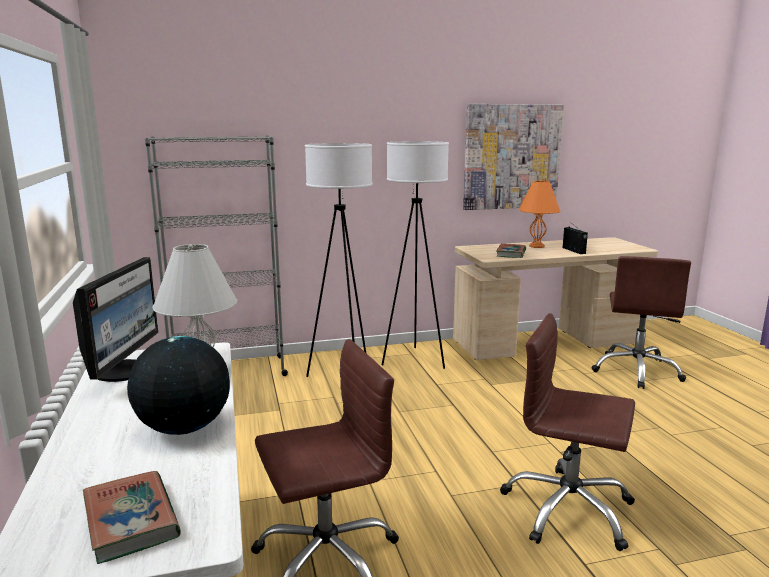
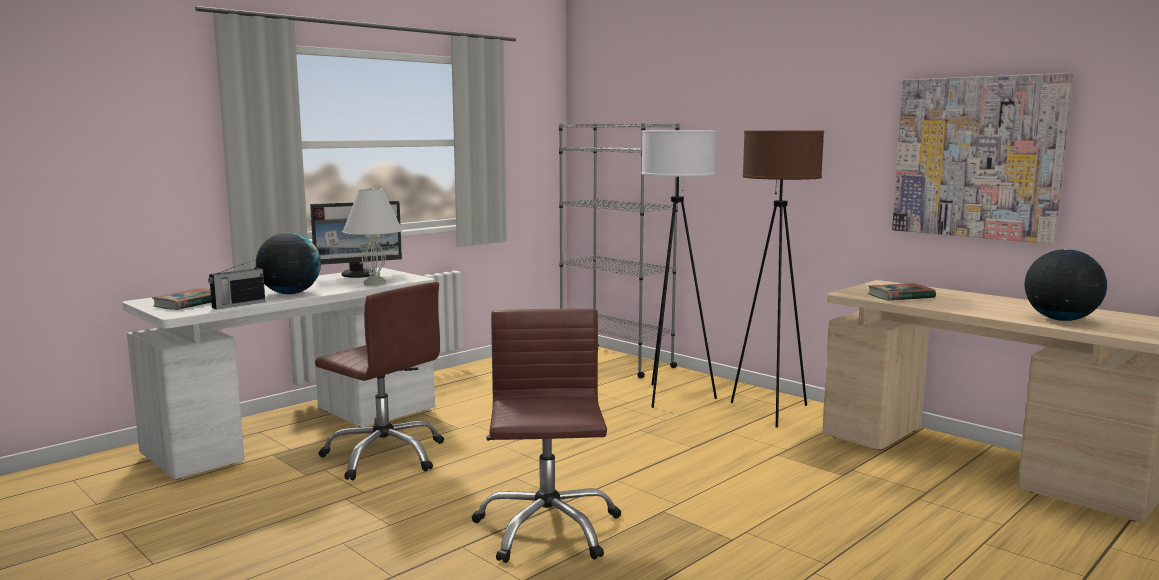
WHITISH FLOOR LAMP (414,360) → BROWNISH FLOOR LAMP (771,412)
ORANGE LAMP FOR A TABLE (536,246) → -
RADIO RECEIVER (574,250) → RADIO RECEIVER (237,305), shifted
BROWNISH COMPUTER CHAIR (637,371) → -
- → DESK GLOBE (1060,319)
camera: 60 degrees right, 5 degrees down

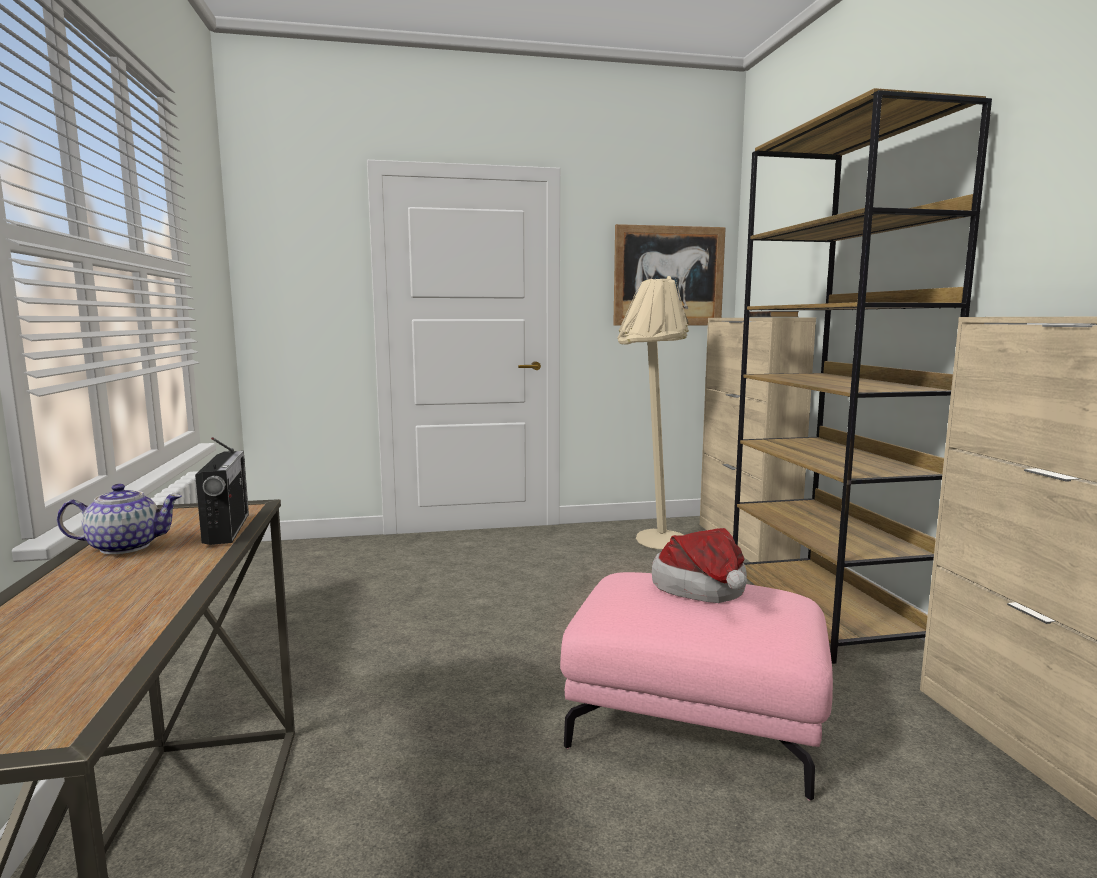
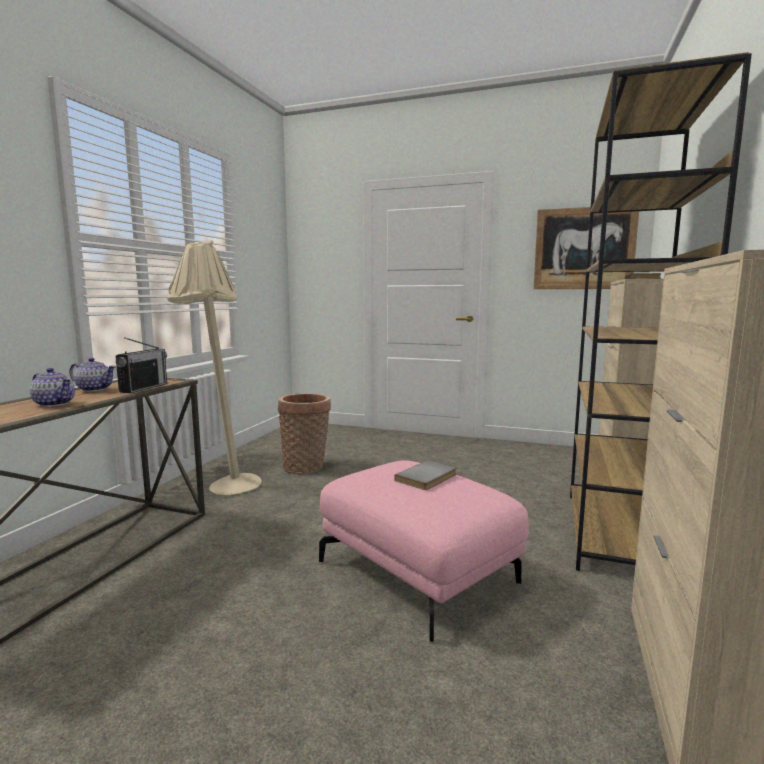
BEIGE-COLOURED FLOOR LAMP (651,543) → BEIGE-COLOURED FLOOR LAMP (223,485), shifted
WEARABLE HAT (703,590) → GREYISH BOUND BOOK (428,478)
- → POT FOR TEA (54,403)
- → STORAGE BASKET (306,467)
camera: 30 degrees right, 0 degrees up

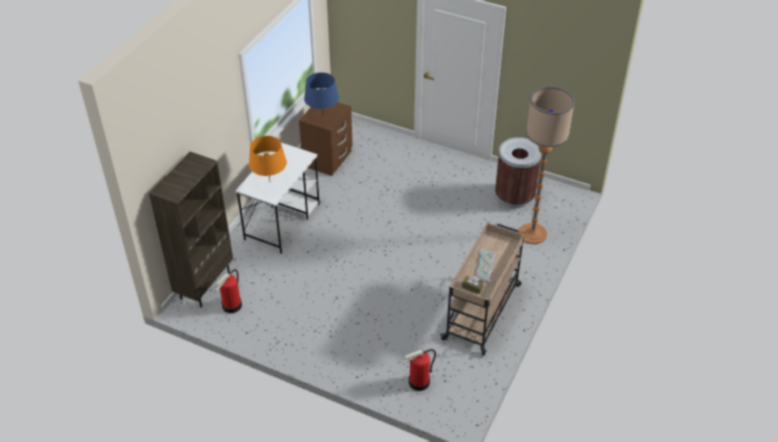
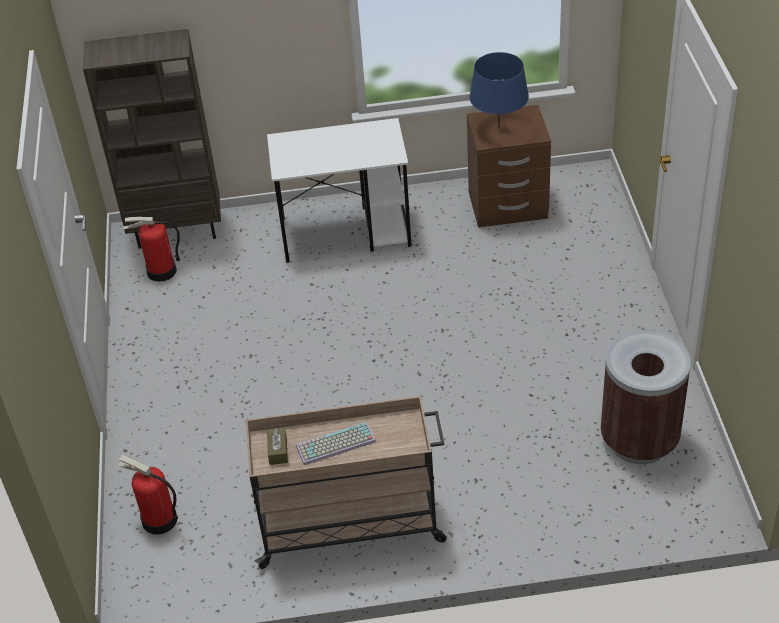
ORANGE LAMP FOR A TABLE (270,181) → -
FLOOR LAMP (532,234) → -
camera: 60 degrees right, 0 degrees up

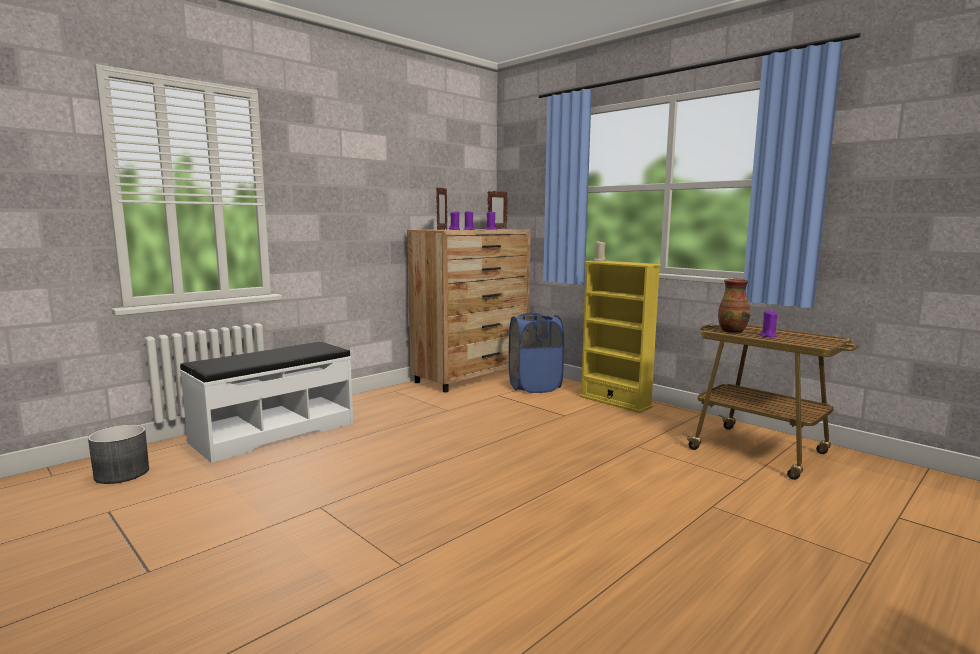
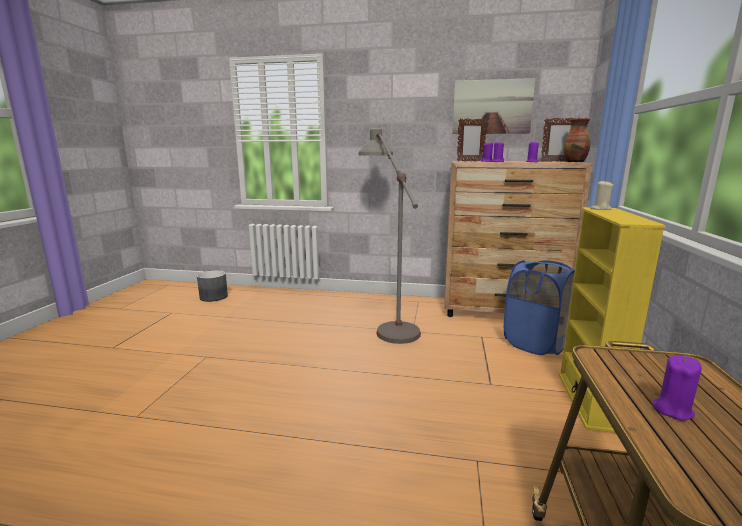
WHITISH INDOOR BENCH (273,432) → -
FLOWER VASE (732,331) → FLOWER VASE (575,162), shifted
- → GREYISH FLOOR LAMP (388,321)
- → WALL PICTURE (492,107)
camera: 55 degrees right, 5 degrees up

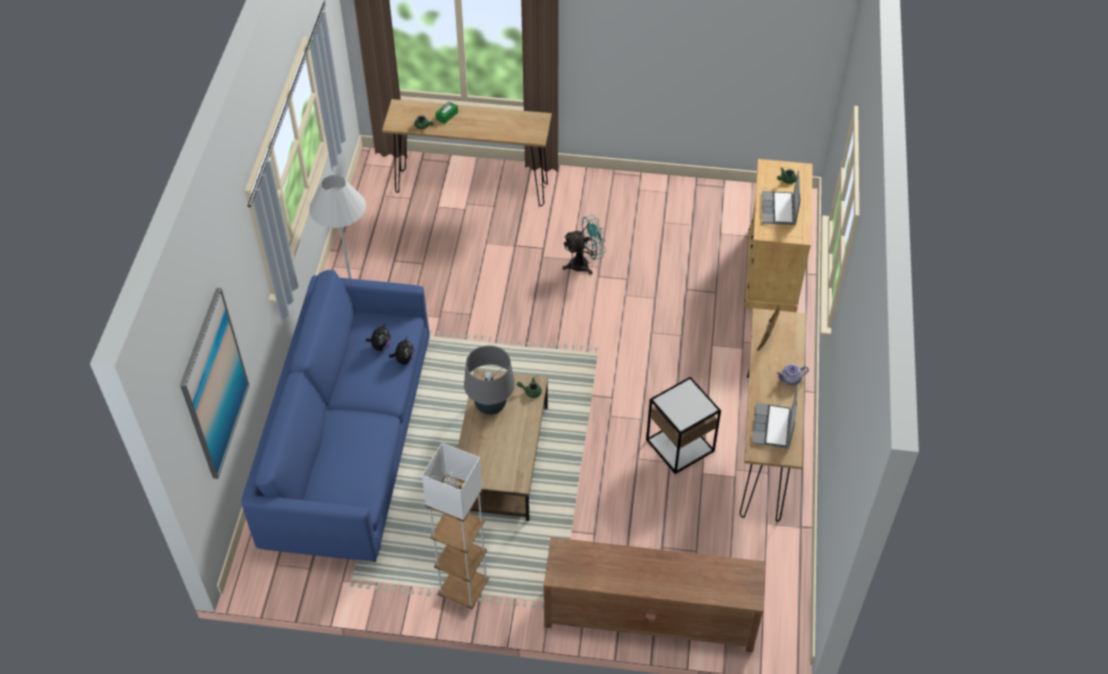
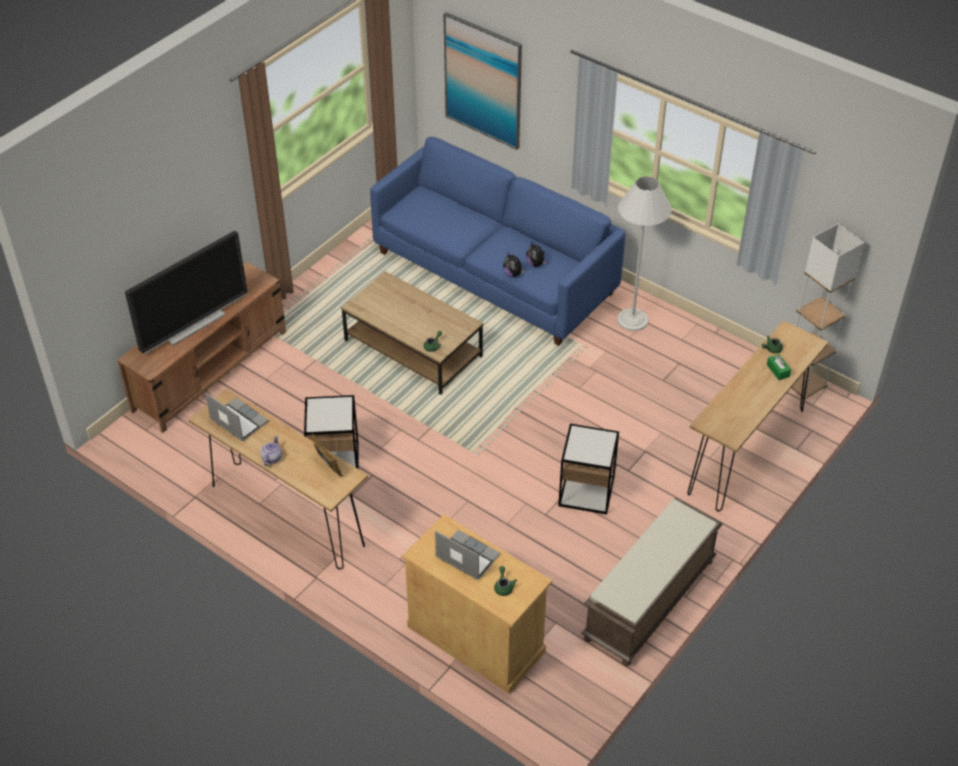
WHITISH FLOOR LAMP (463,589) → WHITISH FLOOR LAMP (803,386), shifted
GREYISH LAMP FOR A TABLE (490,406) → -
TURQUOISE COOLING FAN (584,264) → ACCENT TABLE (586,491)
- → TV (193,325)
- → BROWNISH INDOOR BENCH (650,601)
camera: 120 degrees right, 5 degrees down

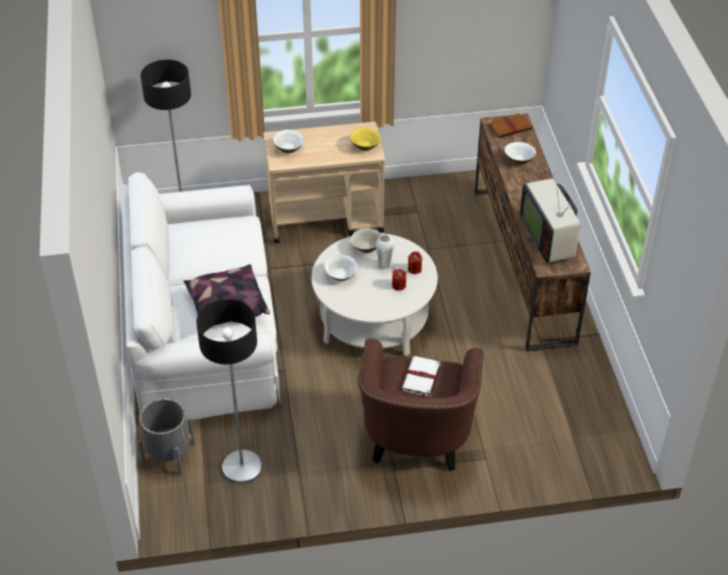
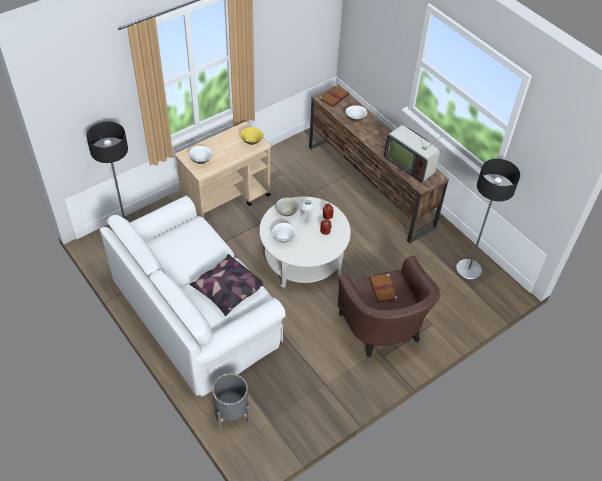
FLOOR LAMP (242,467) → FLOOR LAMP (468,270), shifted
WHITISH BOUND BOOK (421,378) → BROWNISH BOUND BOOK (383,289)
camera: 30 degrees left, 5 degrees up

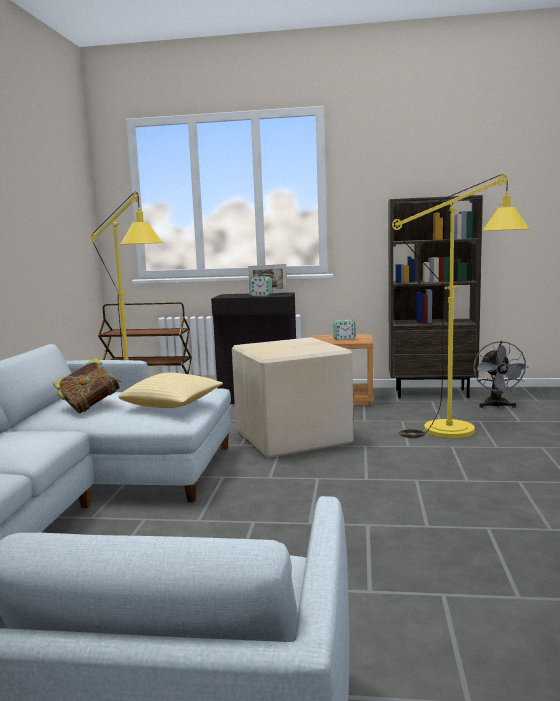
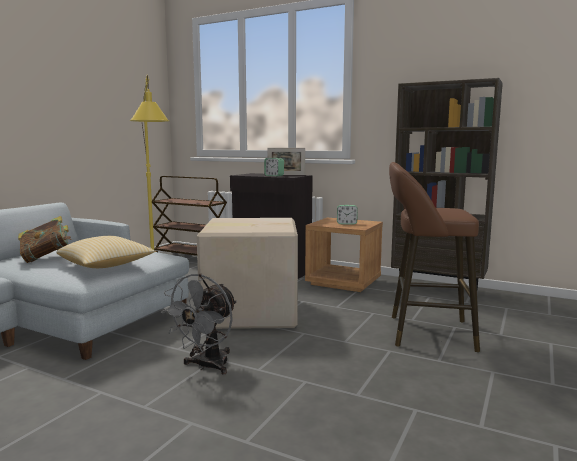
YELLOW-COLOURED FLOOR LAMP (462,429) → BROWNISH STOOL SEAT (425,332)
GREYISH COOLING FAN (497,406) → GREYISH COOLING FAN (206,366), shifted
camera: 20 degrees right, 0 degrees up

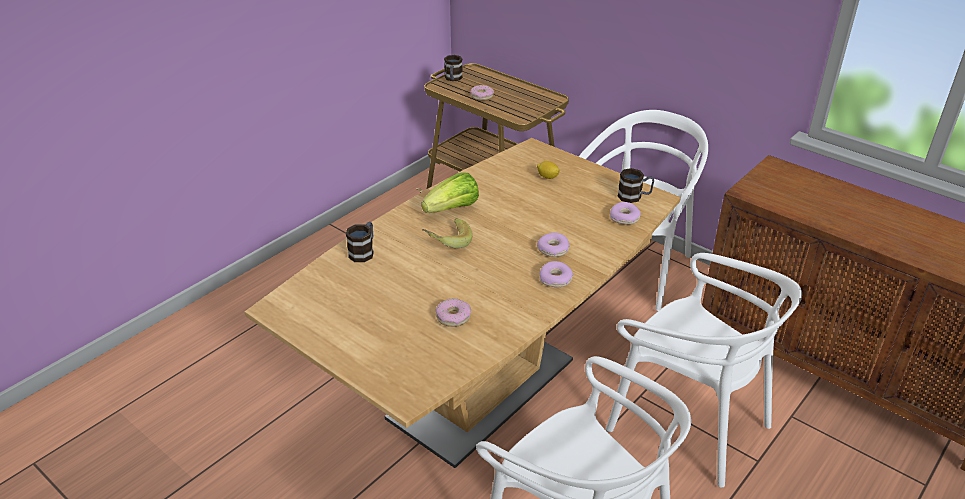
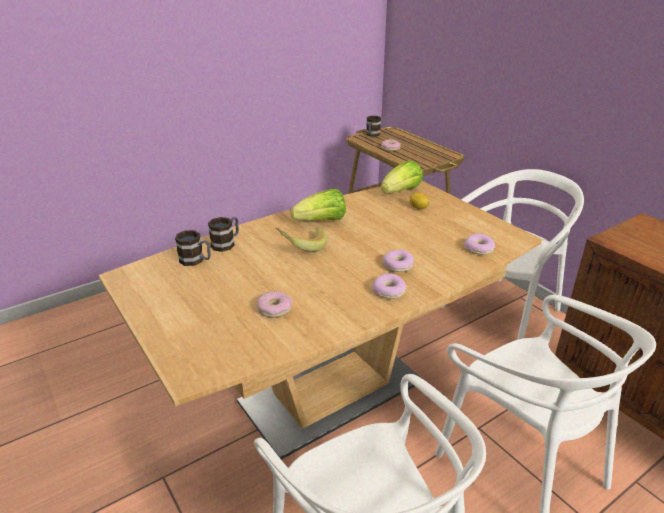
MUG (634,197) → MUG (196,260), shifted
- → LETTUCE (401,191)
camera: 15 degrees right, 5 degrees down

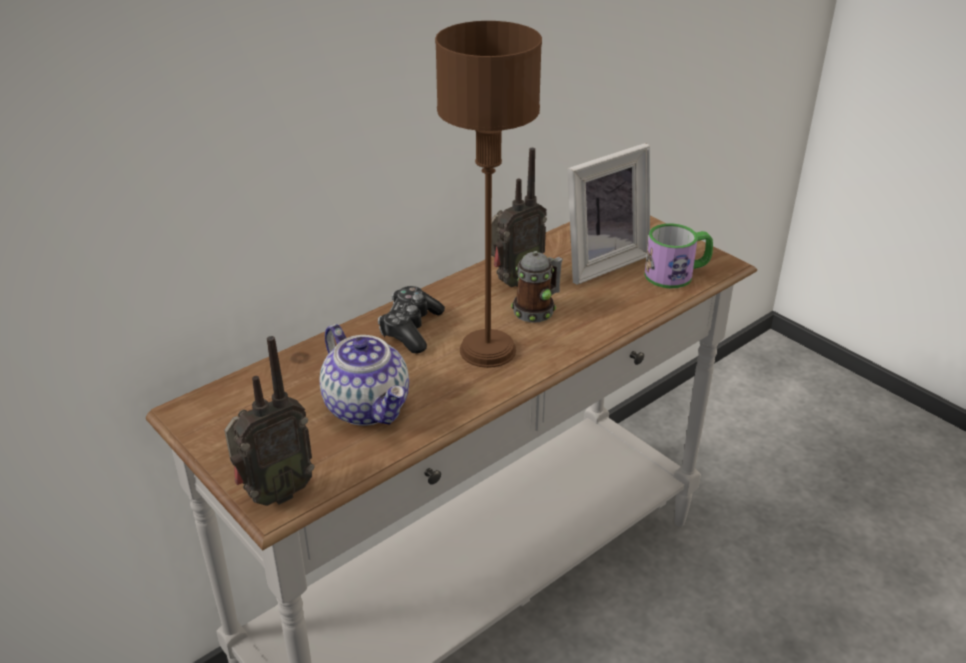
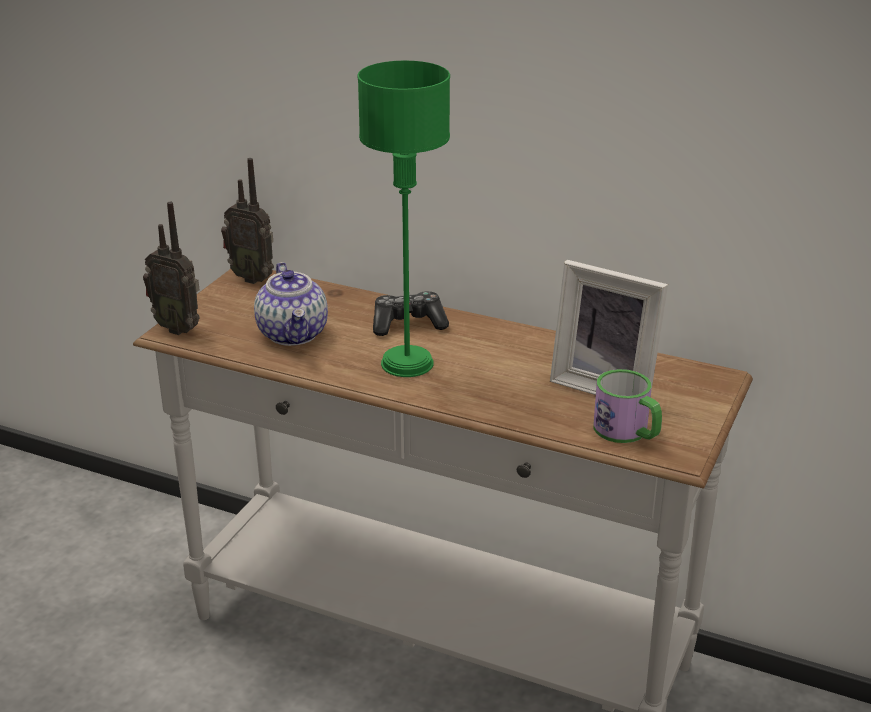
POT FOR TEA (368,407) → POT FOR TEA (294,334), 45 degrees counterclockwise
BROWNISH LAMP FOR A TABLE (488,350) → GREEN LAMP FOR A TABLE (407,364)
RADIO RECEIVER (513,282) → RADIO RECEIVER (253,278), shifted
MUG (537,310) → -
camera: 65 degrees right, 5 degrees down

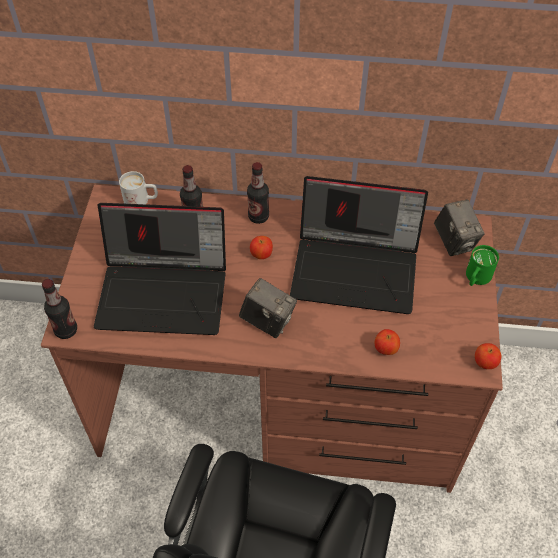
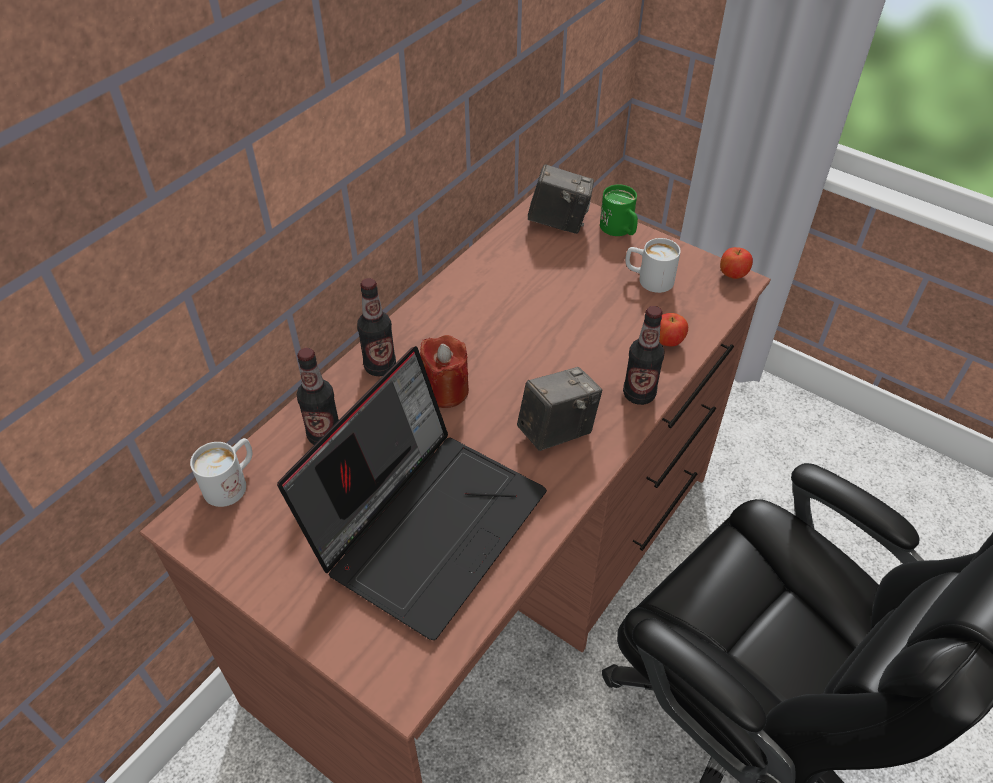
BOTTLE (66,330) → BOTTLE (639,394), shifted
APPLE (261,254) → RED-COLOURED WAX CANDLE (445,390)
PORTABLE COMPUTER (357,268) → -
- → WHITISH MUG (648,279)
camera: 60 degrees left, 5 degrees down

